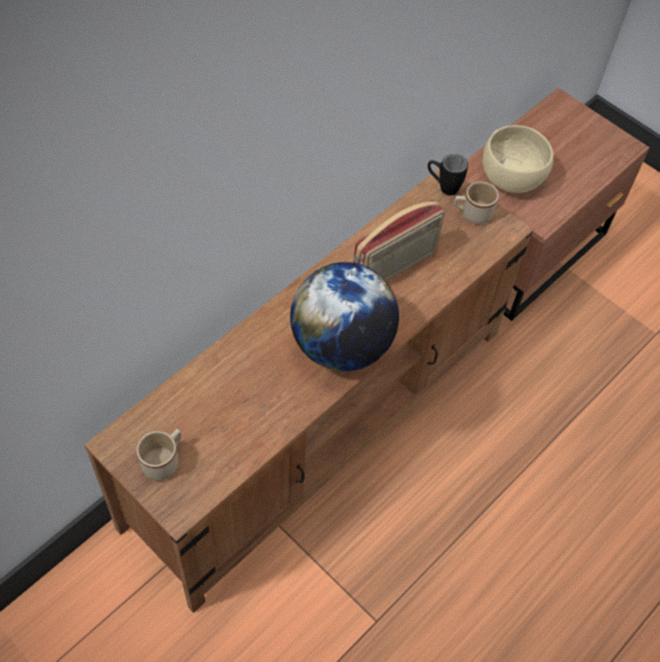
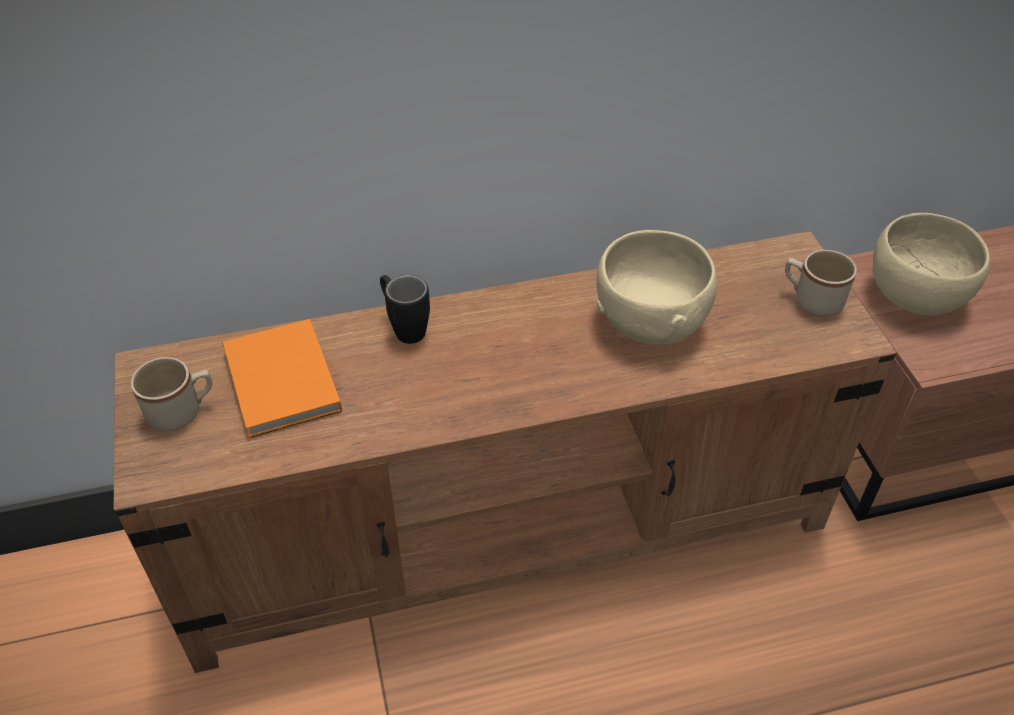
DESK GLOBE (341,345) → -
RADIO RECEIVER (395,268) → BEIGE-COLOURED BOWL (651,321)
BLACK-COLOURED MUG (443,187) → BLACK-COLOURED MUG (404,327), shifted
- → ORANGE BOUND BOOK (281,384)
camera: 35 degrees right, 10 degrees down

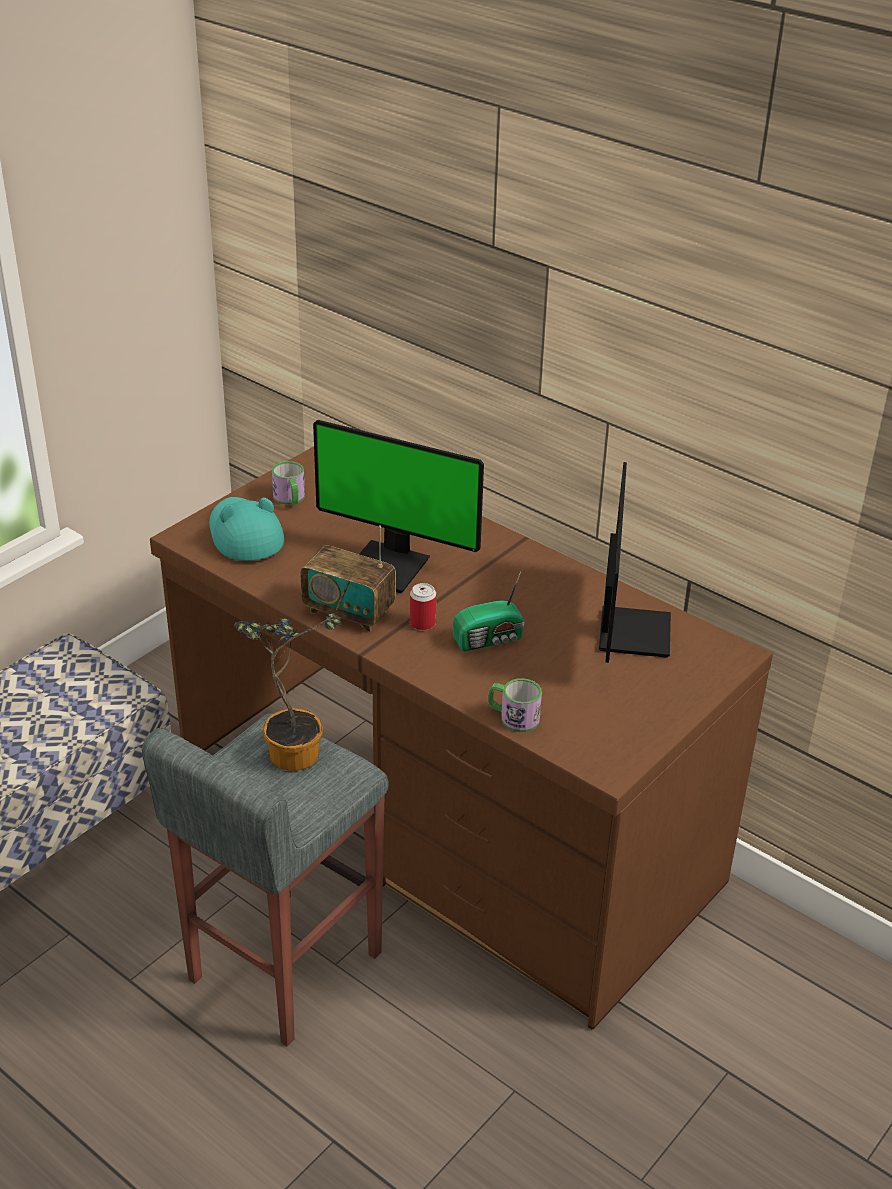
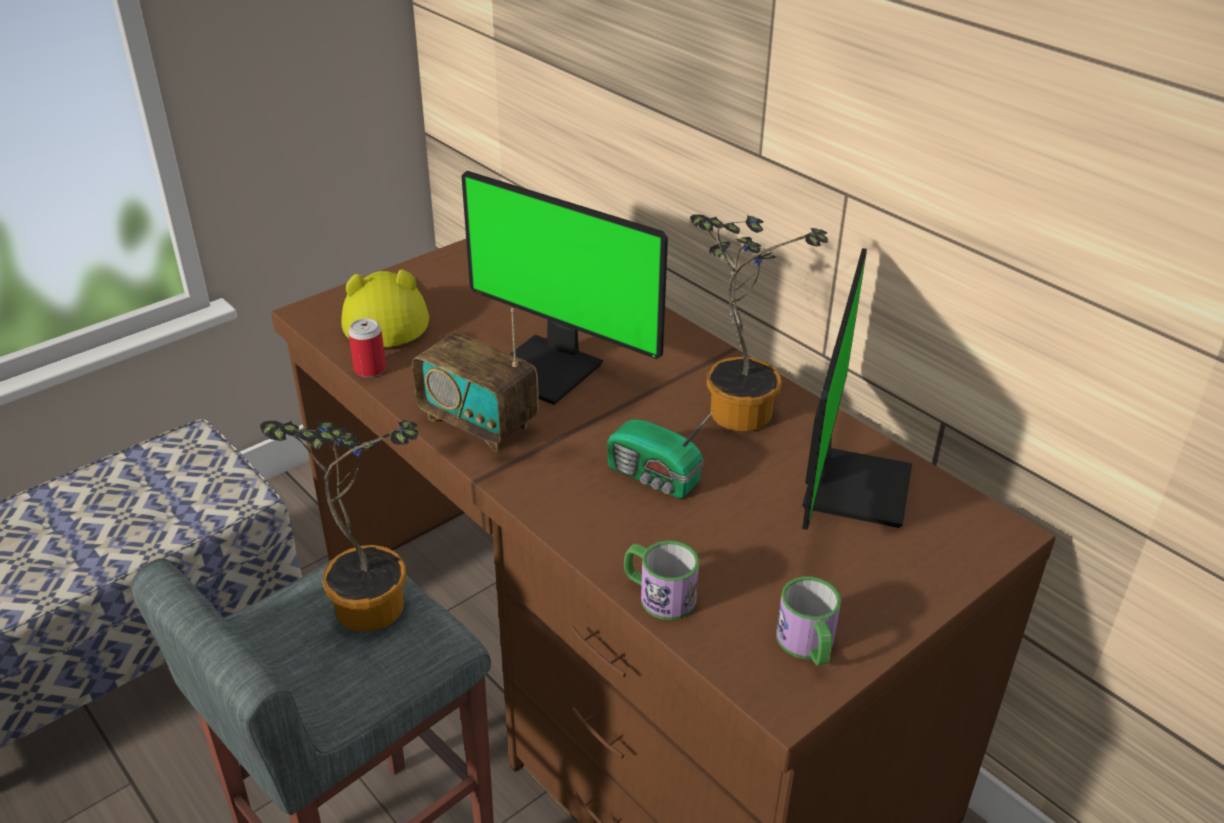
TURQUOISE WEARABLE HAT (244,535) → YELLOW-COLOURED WEARABLE HAT (384,316)
MUG (290,499) → MUG (808,645), shifted
CAN (422,623) → CAN (370,369), shifted
RADIO RECEIVER (490,639) → RADIO RECEIVER (654,477), 45 degrees clockwise
- → PLANT IN A POT (738,407)
camera: 10 degrees right, 0 degrees up

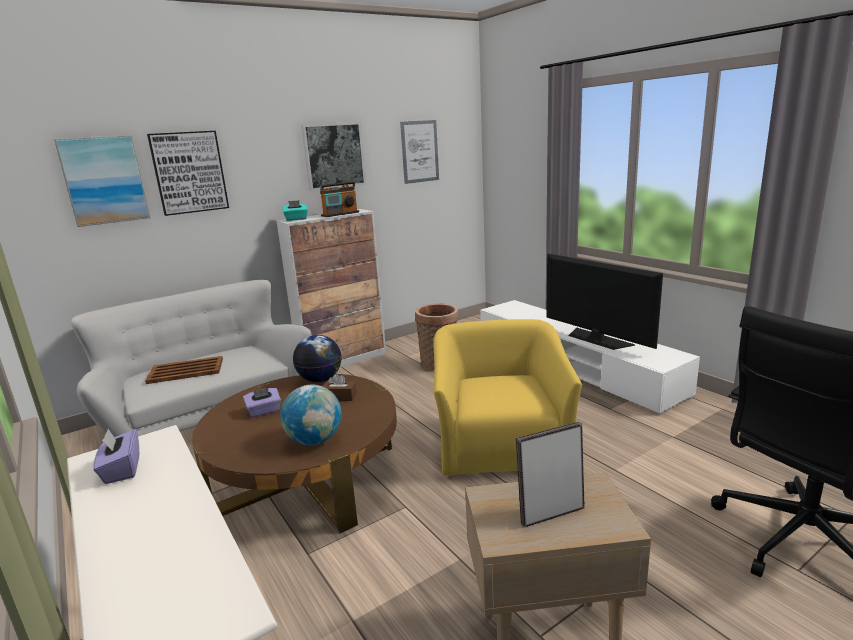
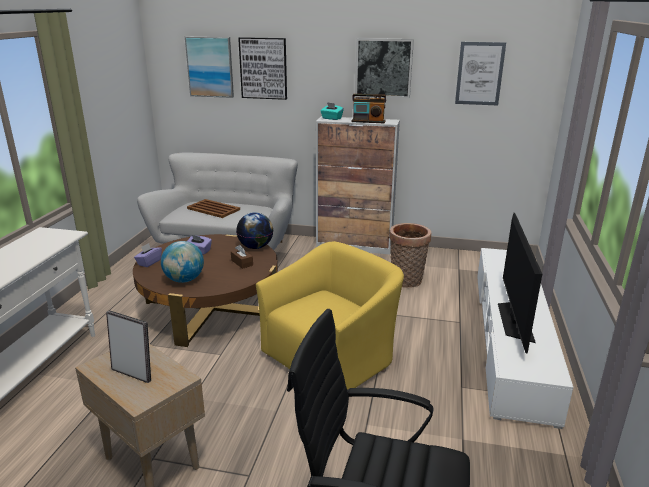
PURPLISH BOX OF TISSUES (121,470) → PURPLISH BOX OF TISSUES (149,262), shifted
camera: 45 degrees right, 5 degrees up

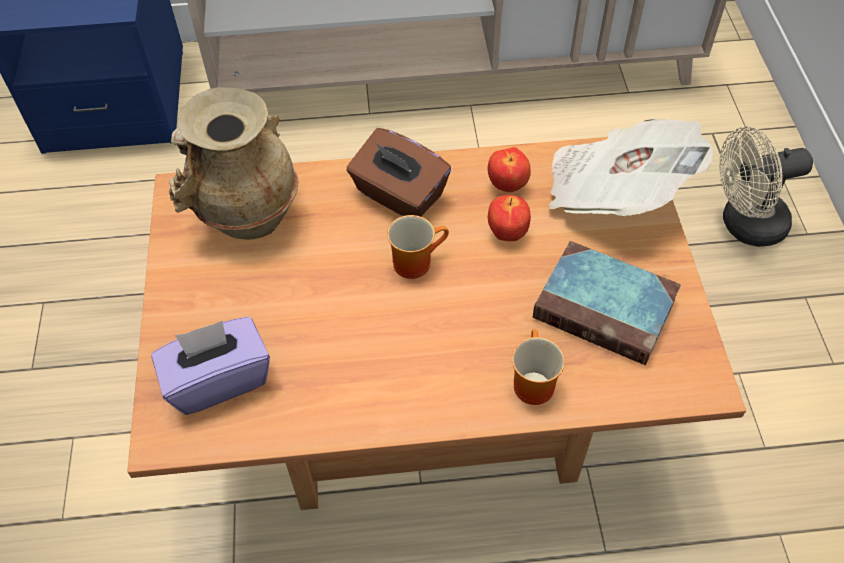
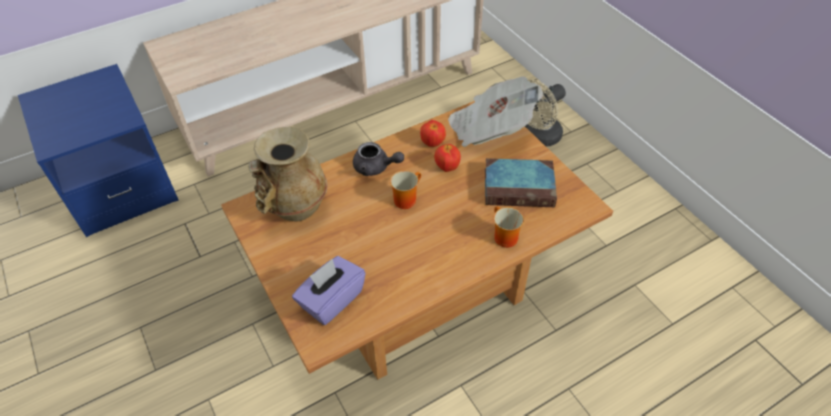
BROWNISH BOX OF TISSUES (399,195) → GREYISH POT FOR TEA (376,168)
camera: 25 degrees left, 5 degrees down

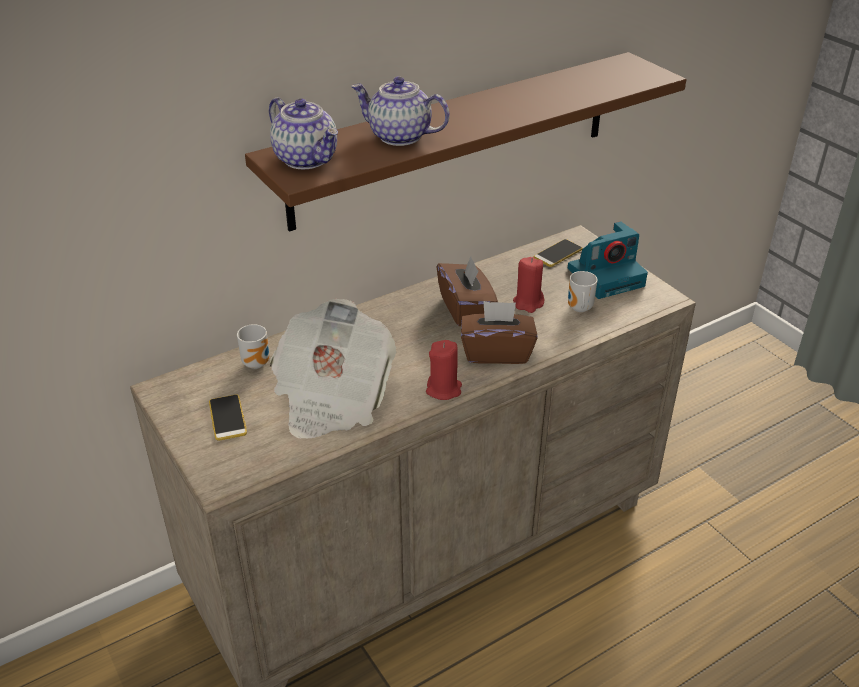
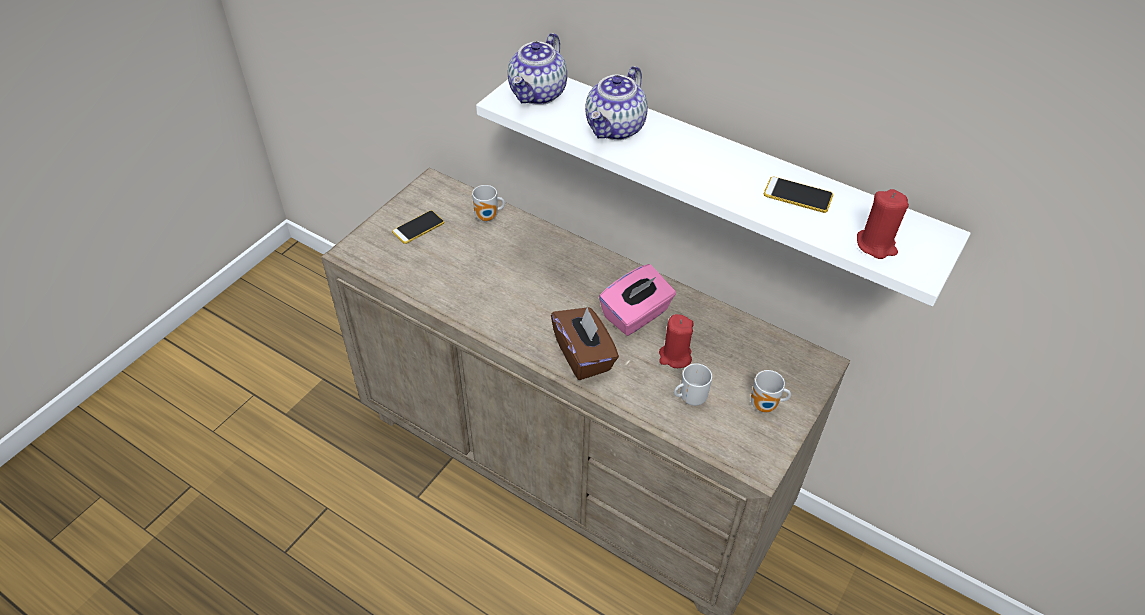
BROWNISH SHELF (455,139) → WHITISH SHELF (722,176)
NEWSPAPER (332,397) → -
POT FOR TEA (399,136) → POT FOR TEA (615,128), 150 degrees counterclockwise
RED-COLOURED WAX CANDLE (444,389) → RED-COLOURED WAX CANDLE (876,245), shifted
BROWNISH BOX OF TISSUES (466,309) → PINKISH BOX OF TISSUES (636,315)
PHONE (558,253) → PHONE (798,195), shifted
STILL CAMERA (607,276) → MUG (765,406)
camera: 65 degrees right, 10 degrees up

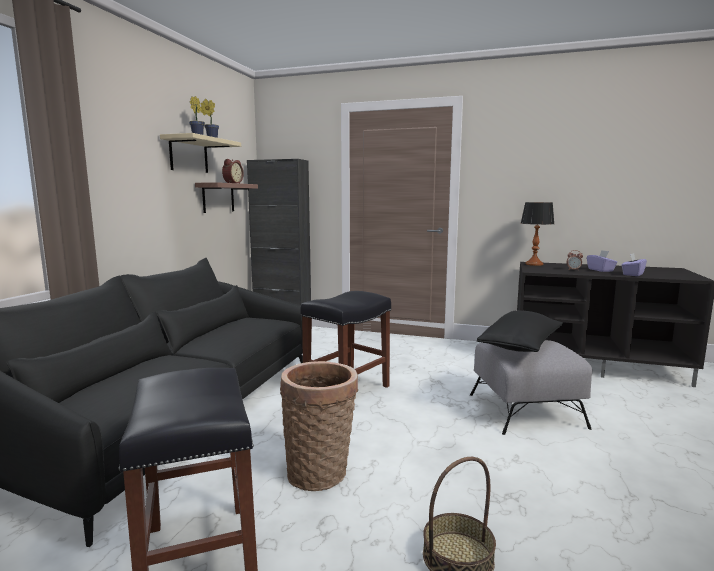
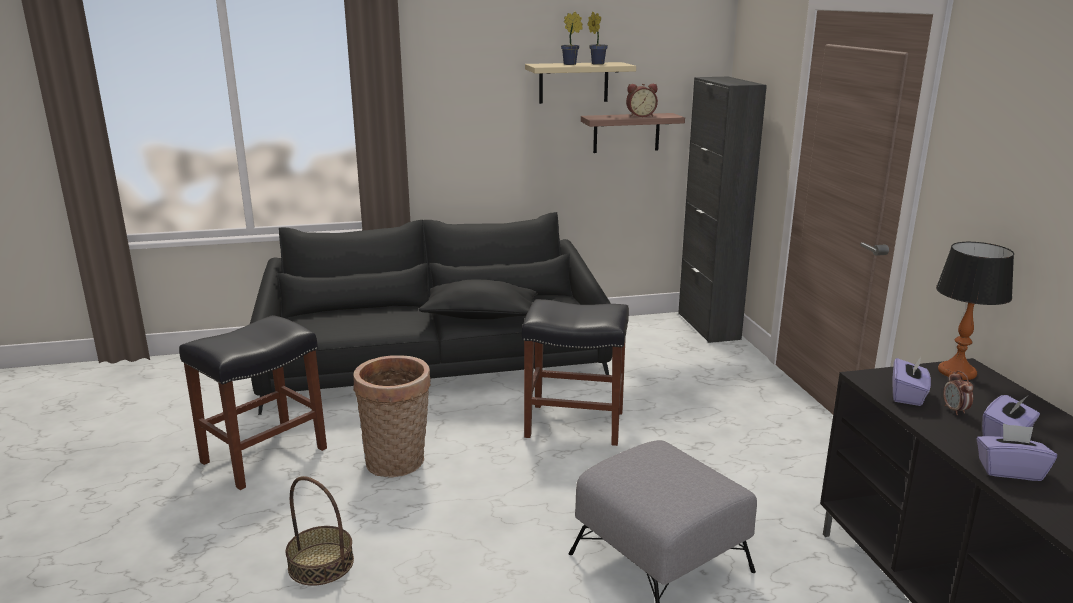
BLACK-COLOURED PILLOW (521,346) → BLACK-COLOURED PILLOW (480,317), shifted
- → PURPLISH BOX OF TISSUES (907,395)
camera: 60 degrees right, 10 degrees up

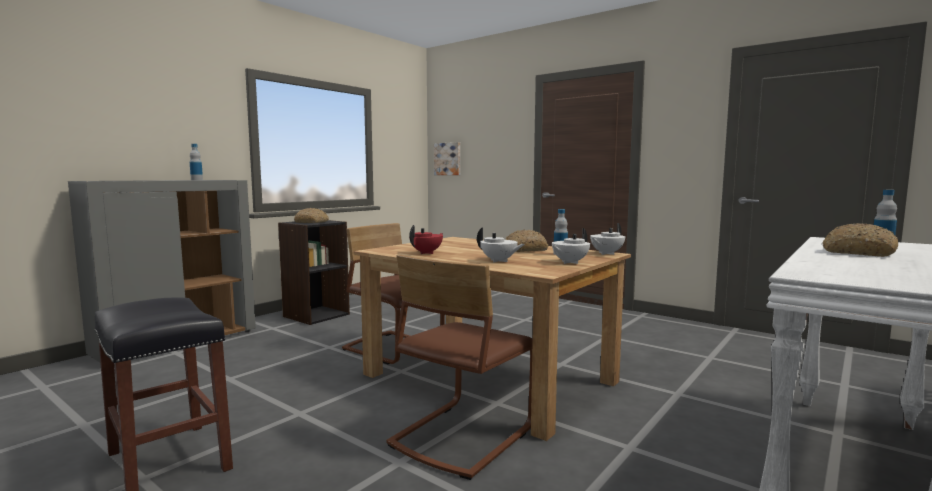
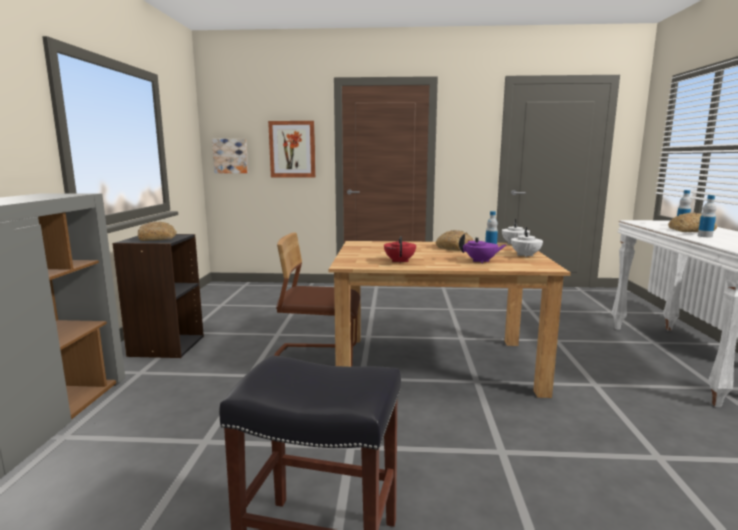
BOTTLE (196,180) → BOTTLE (705,236), shifted
BROWNISH PLAIN CHAIR (461,435) → -
WHITISH POT FOR TEA (499,261) → PURPLISH POT FOR TEA (481,261)
- → WALL PICTURE (292,149)
camera: 35 degrees left, 5 degrees up

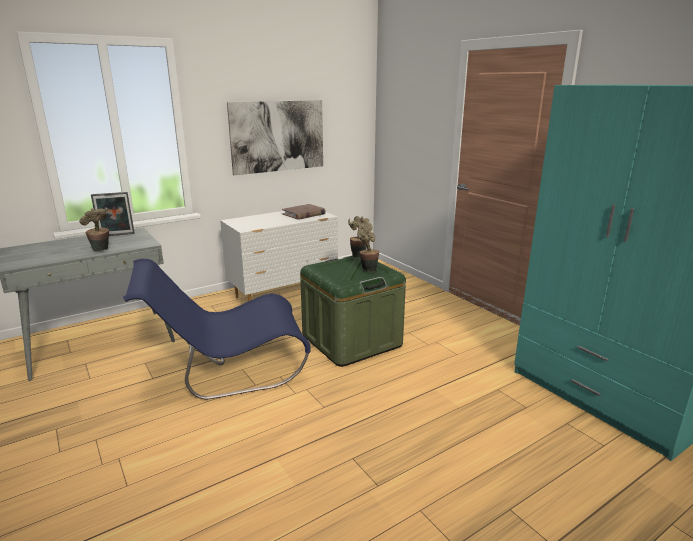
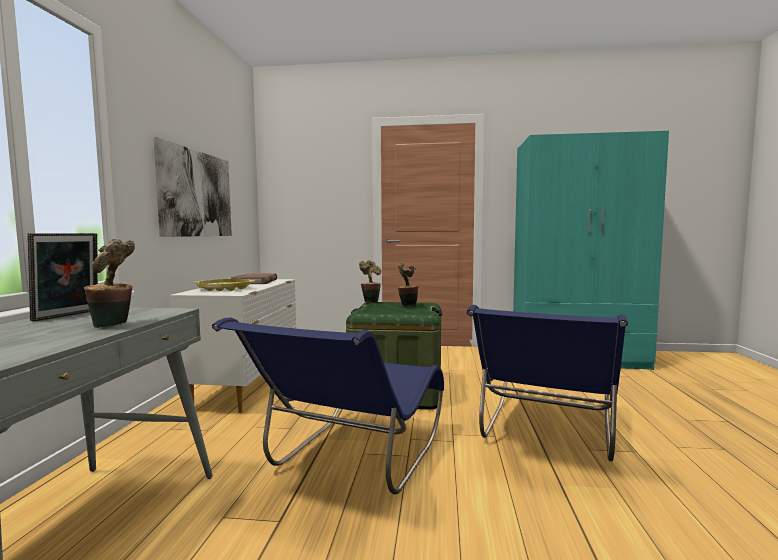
- → YELLOW-COLOURED TRAY (224,289)
- → BLUE PLAIN CHAIR (546,436)
camera: 50 degrees left, 15 degrees down

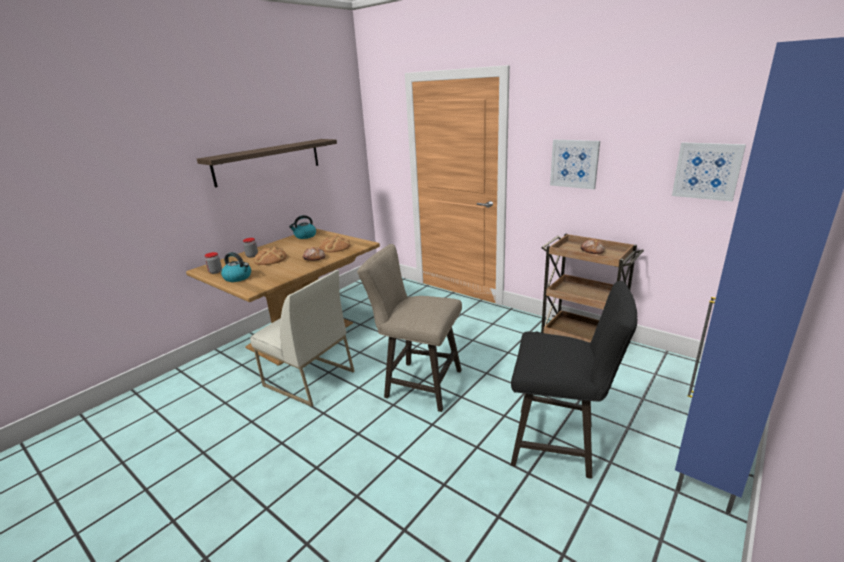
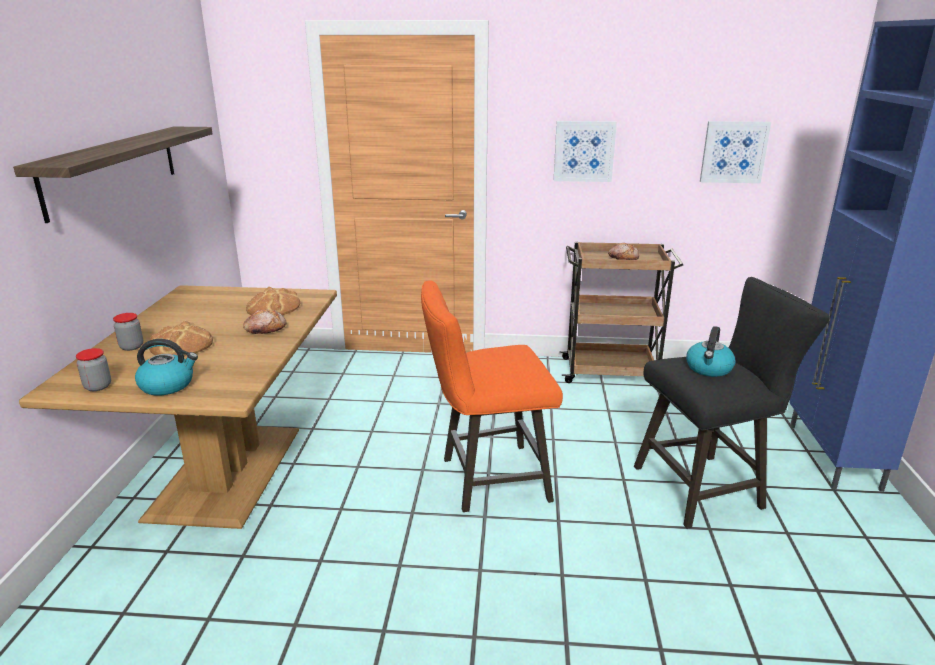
WHITISH PLAIN CHAIR (308,378) → -
WATER KETTLE (305,236) → WATER KETTLE (709,369), shifted
BEIGE-COLOURED STOOL SEAT (417,383) → ORANGE STOOL SEAT (486,479)
camera: 35 degrees left, 0 degrees up

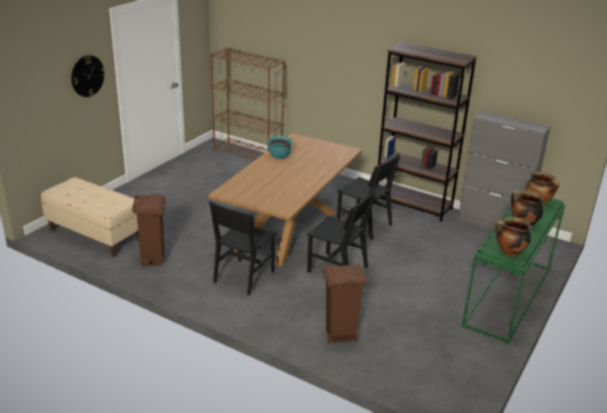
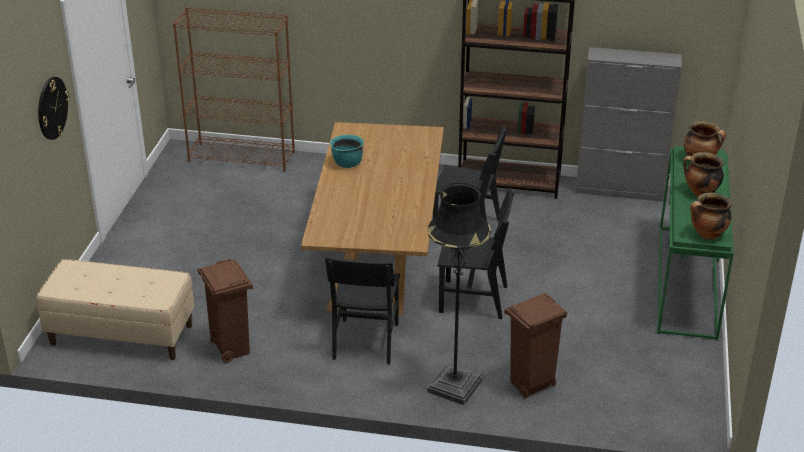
- → BLACK-COLOURED FLOOR LAMP (454,386)
camera: 20 degrees left, 5 degrees up

